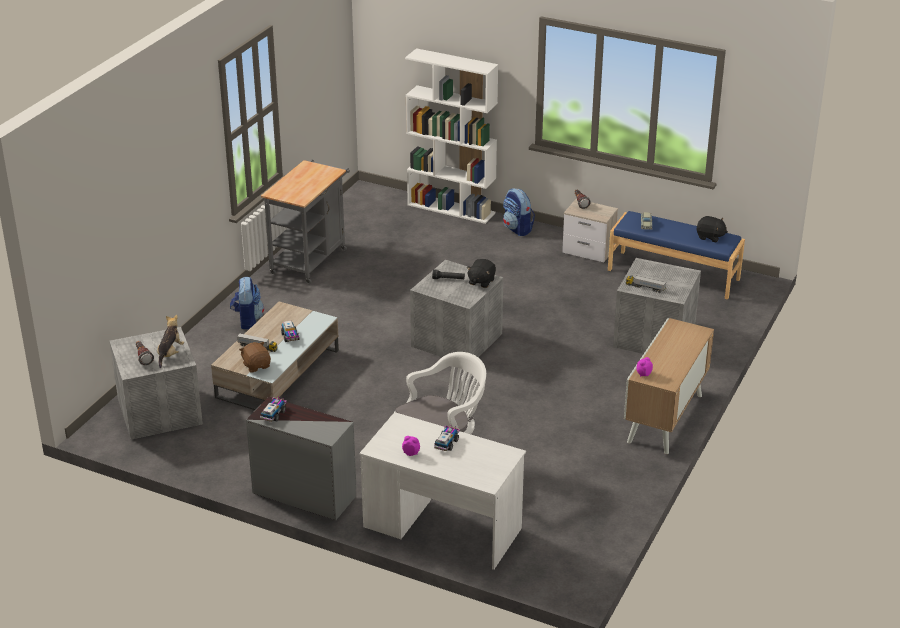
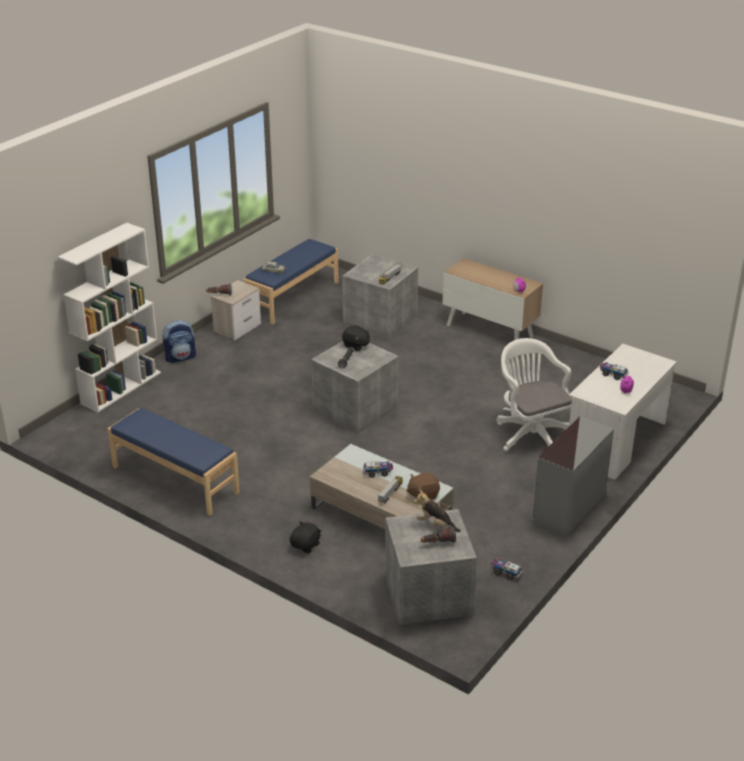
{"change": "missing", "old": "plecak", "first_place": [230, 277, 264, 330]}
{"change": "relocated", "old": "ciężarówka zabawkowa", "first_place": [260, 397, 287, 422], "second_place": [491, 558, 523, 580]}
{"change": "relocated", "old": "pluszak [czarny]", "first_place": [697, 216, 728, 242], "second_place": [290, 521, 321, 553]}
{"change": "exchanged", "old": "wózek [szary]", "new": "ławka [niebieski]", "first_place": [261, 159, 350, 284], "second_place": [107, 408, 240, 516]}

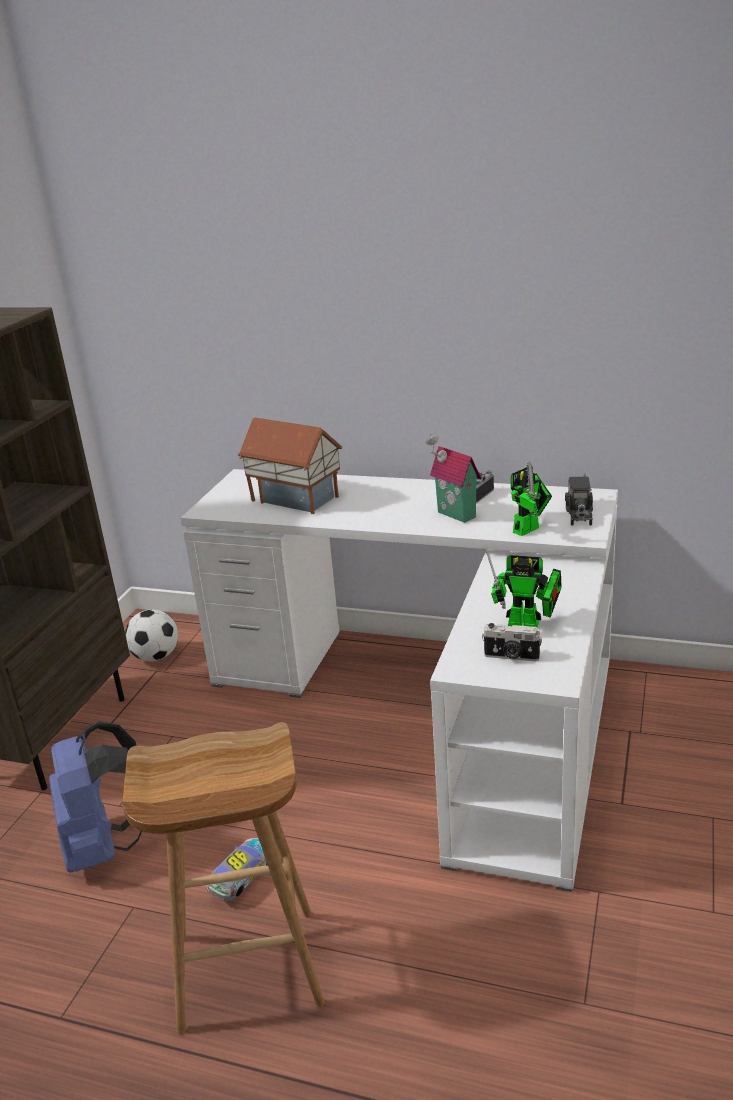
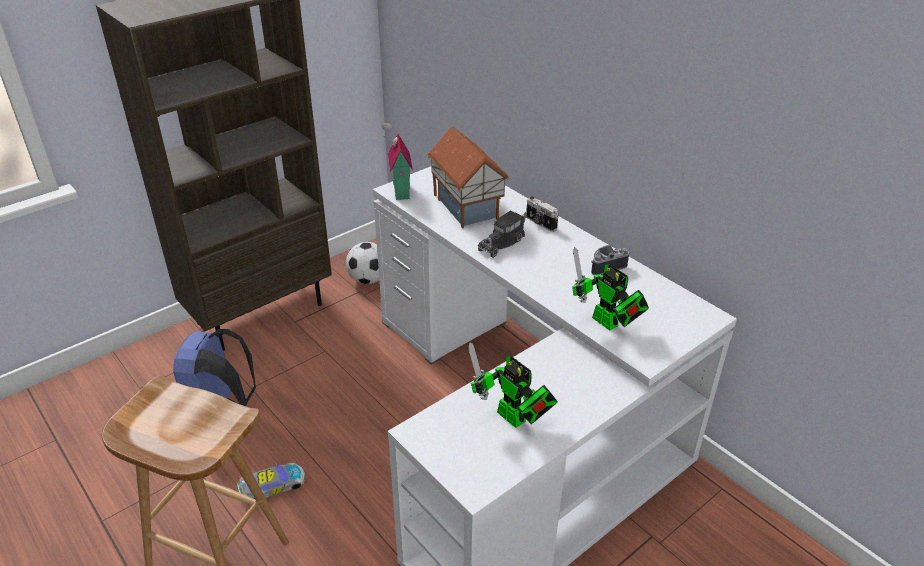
{"change": "relocated", "old": "domek", "first_place": [426, 434, 481, 523], "second_place": [382, 122, 413, 200]}
{"change": "relocated", "old": "aparat fotograficzny", "first_place": [482, 623, 542, 661], "second_place": [526, 196, 559, 232]}
{"change": "relocated", "old": "ciężarówka zabawkowa", "first_place": [565, 473, 593, 526], "second_place": [478, 211, 527, 258]}
{"change": "spun", "old": "robot zabawkowy", "first_place": [511, 462, 552, 536], "second_place": [572, 247, 649, 331], "degrees": 60}

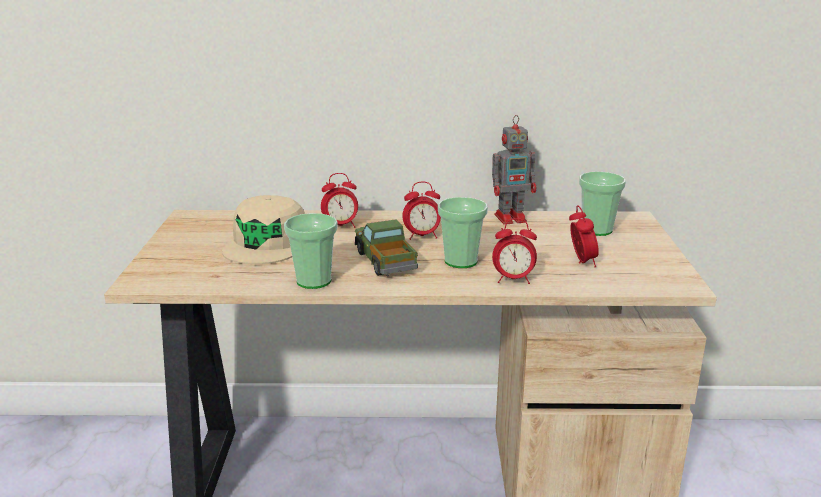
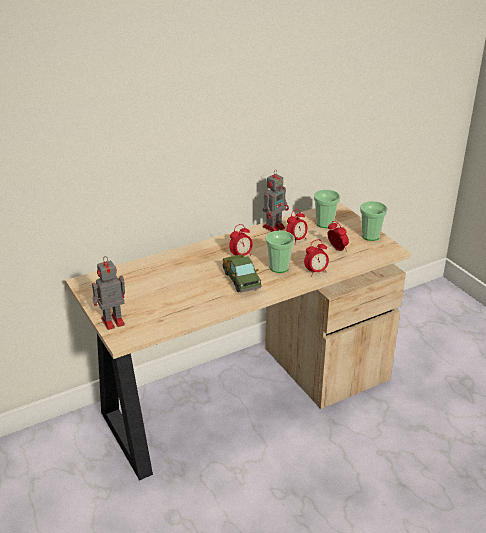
{"change": "missing", "old": "czapka z daszkiem [beżowy]", "first_place": [222, 195, 305, 264]}
{"change": "appeared", "new": "robot zabawkowy", "second_place": [92, 256, 125, 330]}
{"change": "relocated", "old": "filiżanka", "first_place": [284, 213, 338, 289], "second_place": [360, 201, 388, 241]}
{"change": "relocated", "old": "budzik", "first_place": [321, 173, 358, 228], "second_place": [287, 209, 308, 243]}
{"change": "spun", "old": "ciężarówka zabawkowa", "first_place": [355, 219, 418, 277], "second_place": [222, 254, 261, 293], "degrees": -150}

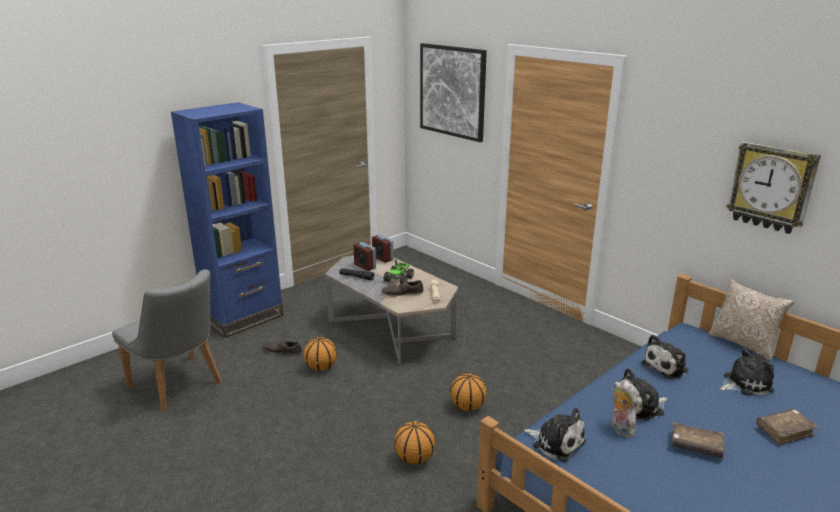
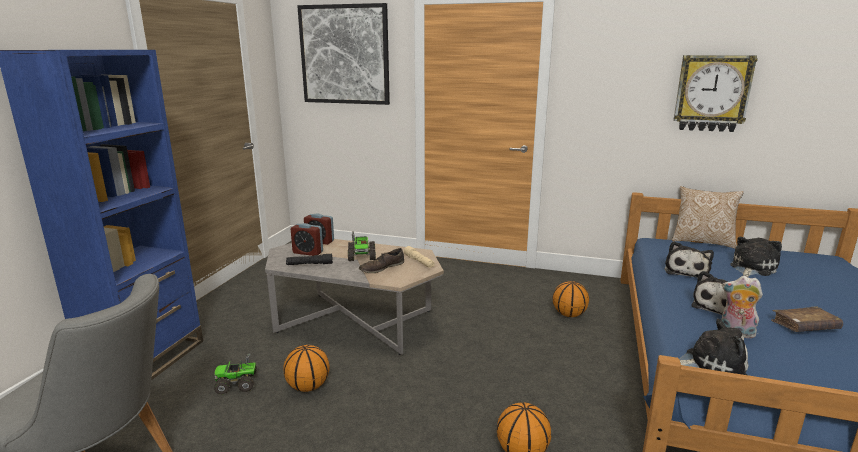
{"change": "missing", "old": "książka [brązowy]", "first_place": [757, 409, 818, 446]}
{"change": "relocated", "old": "piłka do koszykówki", "first_place": [450, 373, 486, 411], "second_place": [553, 281, 589, 317]}
{"change": "exchanged", "old": "but [brązowy]", "new": "ciężarówka zabawkowa", "first_place": [263, 340, 302, 355], "second_place": [214, 353, 257, 394]}

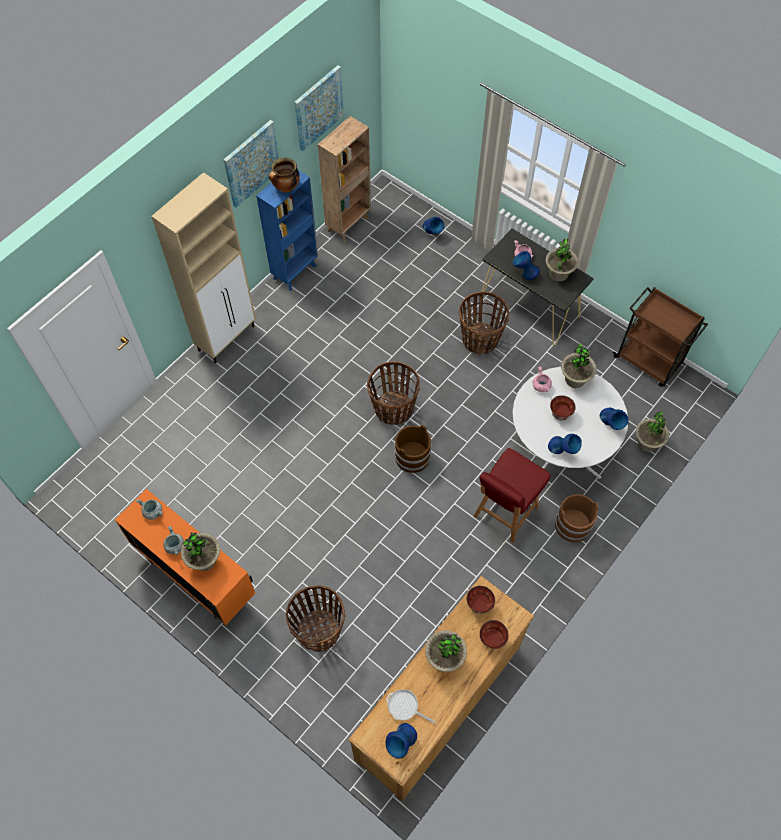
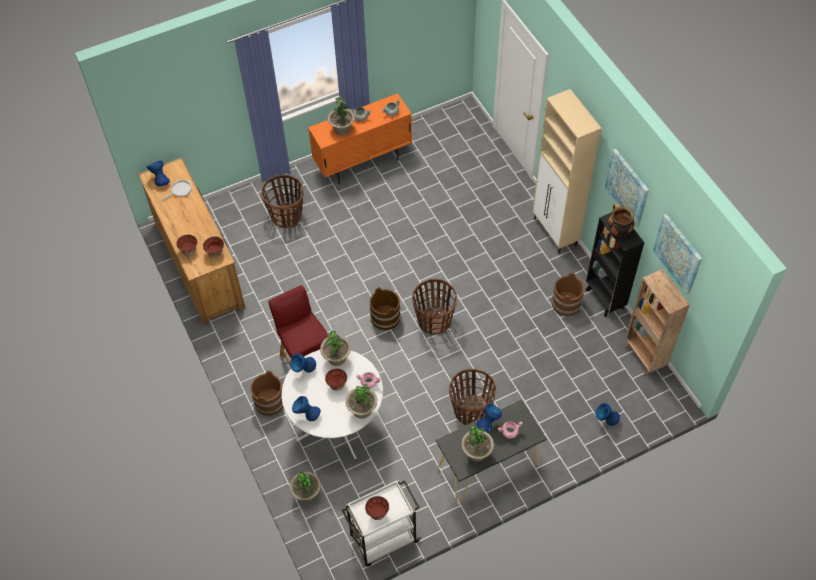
{"change": "appeared", "new": "miska", "second_place": [365, 496, 389, 520]}
{"change": "appeared", "new": "wiadro [brązowy]", "second_place": [552, 272, 584, 316]}
{"change": "relocated", "old": "roślina doniczkowa", "first_place": [425, 630, 467, 672], "second_place": [320, 330, 351, 366]}
{"change": "colour", "old": "regał [niebieski]", "new": "regał [czarny]", "first_place": [256, 170, 318, 291], "second_place": [585, 212, 644, 317]}
{"change": "colour", "old": "wózek [brązowy]", "new": "wózek [biały]", "first_place": [613, 287, 708, 387], "second_place": [342, 480, 421, 566]}

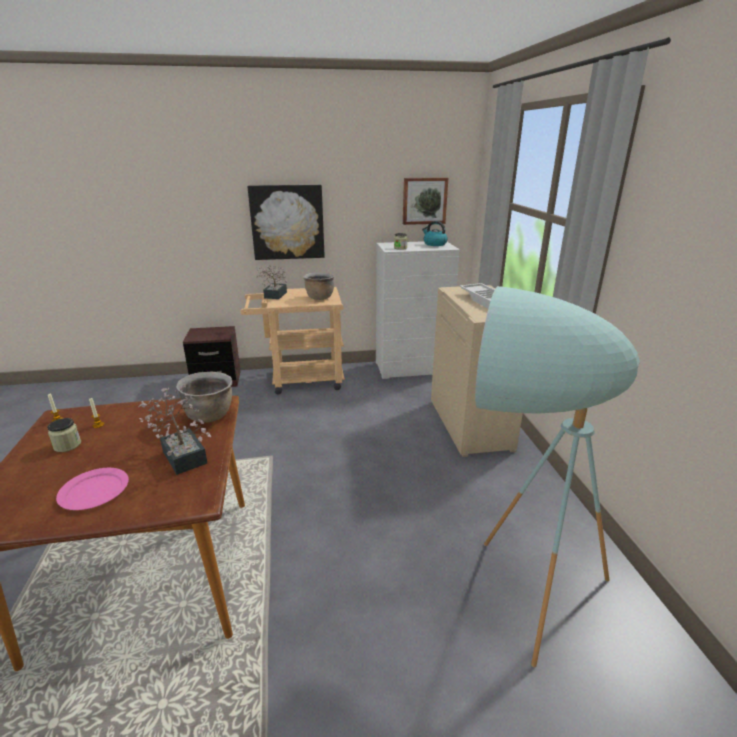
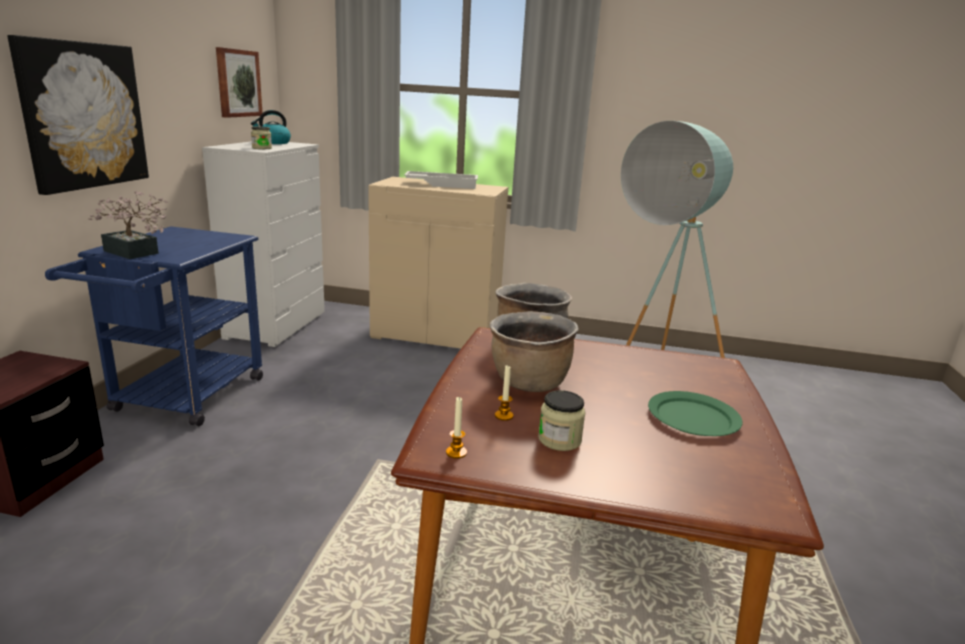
{"change": "missing", "old": "roślina doniczkowa", "first_place": [139, 385, 211, 475]}
{"change": "relocated", "old": "garnek [brązowy]", "first_place": [303, 273, 334, 300], "second_place": [490, 311, 578, 392]}
{"change": "colour", "old": "talerz [różowy]", "new": "talerz [zielony]", "first_place": [56, 468, 129, 510], "second_place": [648, 391, 743, 436]}
{"change": "colour", "old": "wózek [beżowy]", "new": "wózek [niebieski]", "first_place": [240, 287, 345, 395], "second_place": [45, 226, 263, 426]}

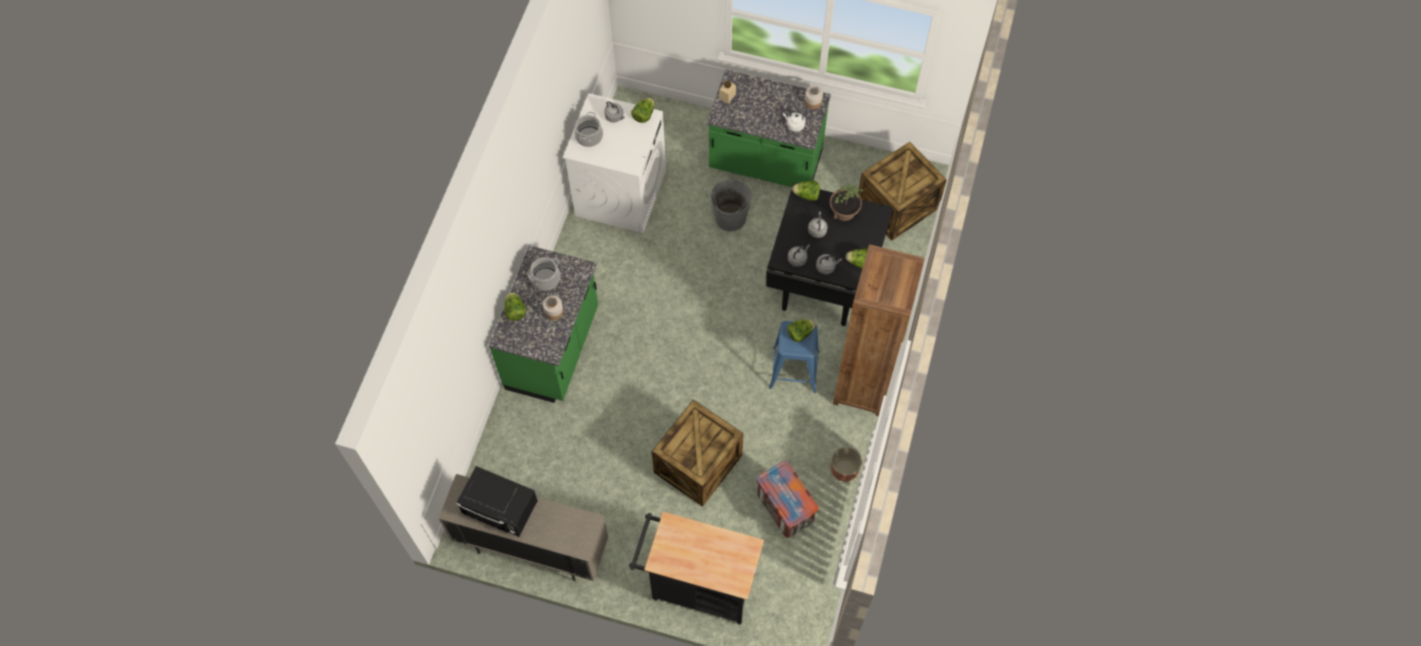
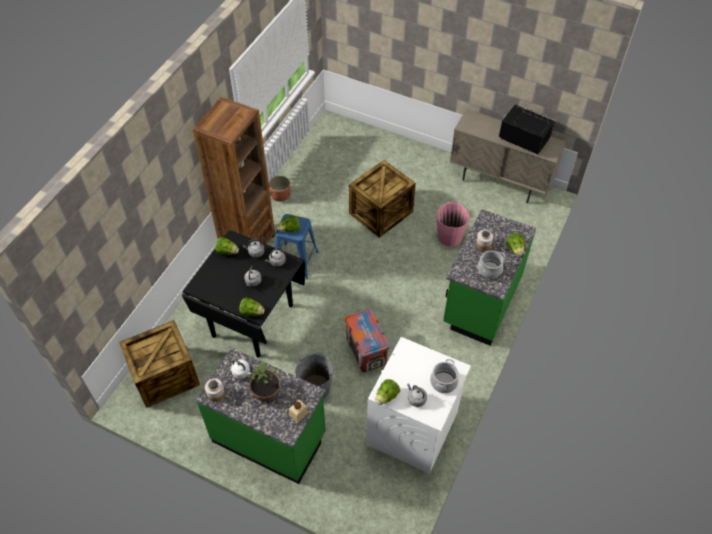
{"change": "missing", "old": "wózek [czarny]", "first_place": [629, 512, 764, 625]}
{"change": "appeared", "new": "wiadro [różowy]", "second_place": [437, 202, 470, 246]}
{"change": "relocated", "old": "skrzynka", "first_place": [756, 460, 819, 538], "second_place": [345, 309, 390, 373]}
{"change": "relocated", "old": "roślina doniczkowa", "first_place": [830, 184, 864, 221], "second_place": [247, 363, 281, 402]}

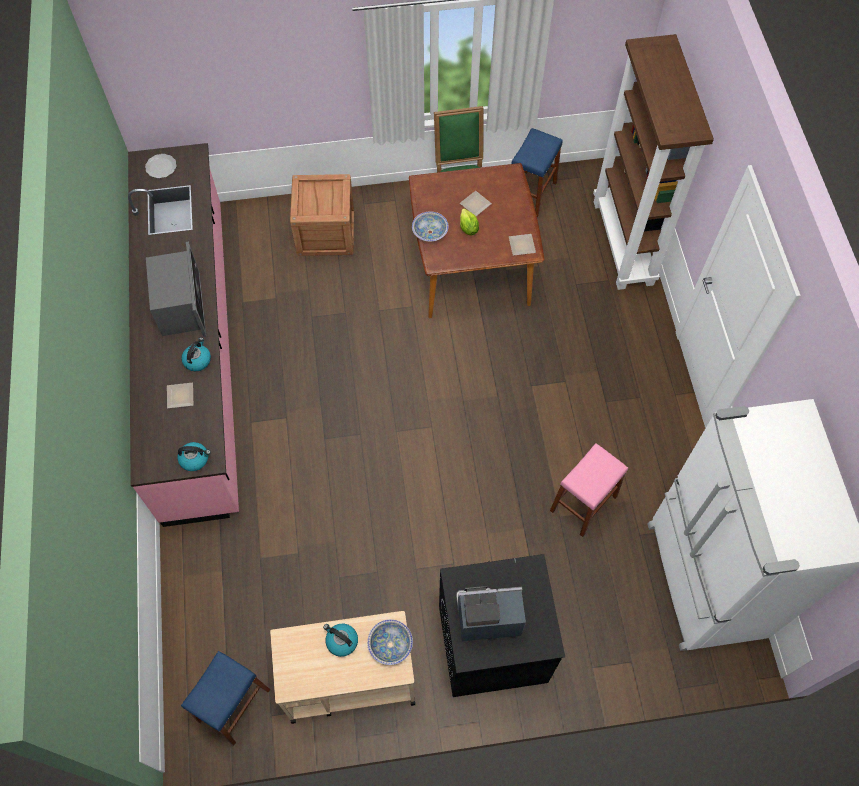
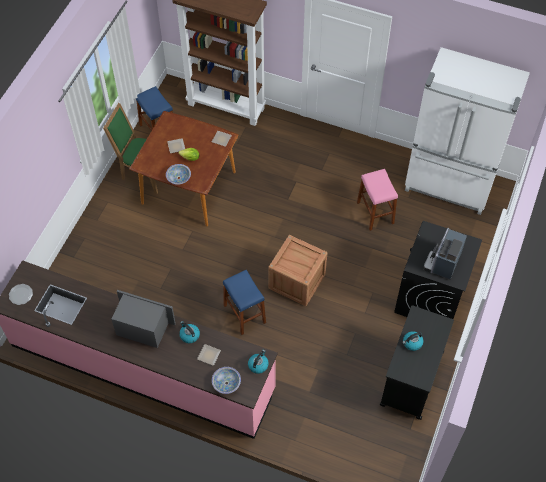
{"change": "relocated", "old": "stołek [niebieski]", "first_place": [181, 651, 270, 745], "second_place": [223, 270, 266, 335]}
{"change": "relocated", "old": "skrzynka", "first_place": [290, 174, 354, 256], "second_place": [268, 235, 328, 306]}
{"change": "relocated", "old": "miska", "first_place": [367, 619, 413, 665], "second_place": [212, 367, 241, 394]}
{"change": "colour", "old": "wózek [beżowy]", "new": "wózek [czarny]", "first_place": [270, 611, 415, 724], "second_place": [380, 305, 454, 420]}

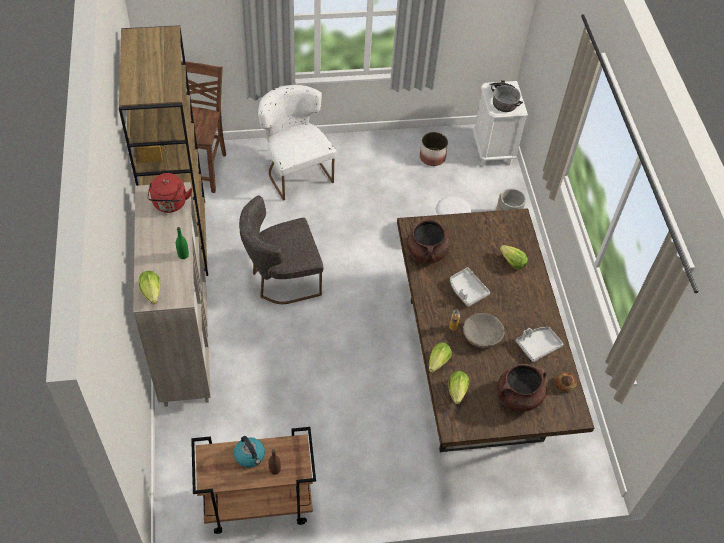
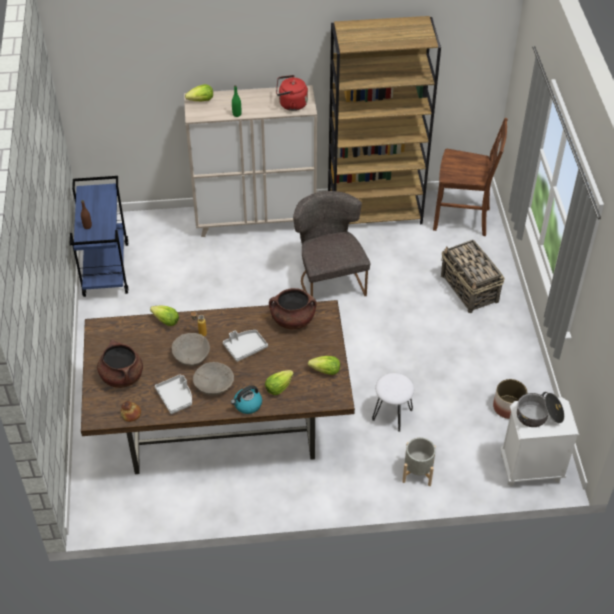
{"change": "appeared", "new": "miska [beżowy]", "second_place": [193, 362, 234, 396]}
{"change": "relocated", "old": "czajnik", "first_place": [234, 436, 265, 468], "second_place": [231, 385, 262, 414]}
{"change": "relocated", "old": "sałata", "first_place": [448, 371, 469, 405], "second_place": [308, 356, 340, 375]}
{"change": "exchanged", "old": "krzesło [biały]", "new": "koszyk", "first_place": [258, 85, 337, 201], "second_place": [441, 240, 504, 313]}
{"change": "colour", "old": "wózek [brązowy]", "new": "wózek [niebieski]", "first_place": [191, 427, 316, 534], "second_place": [70, 176, 129, 297]}

